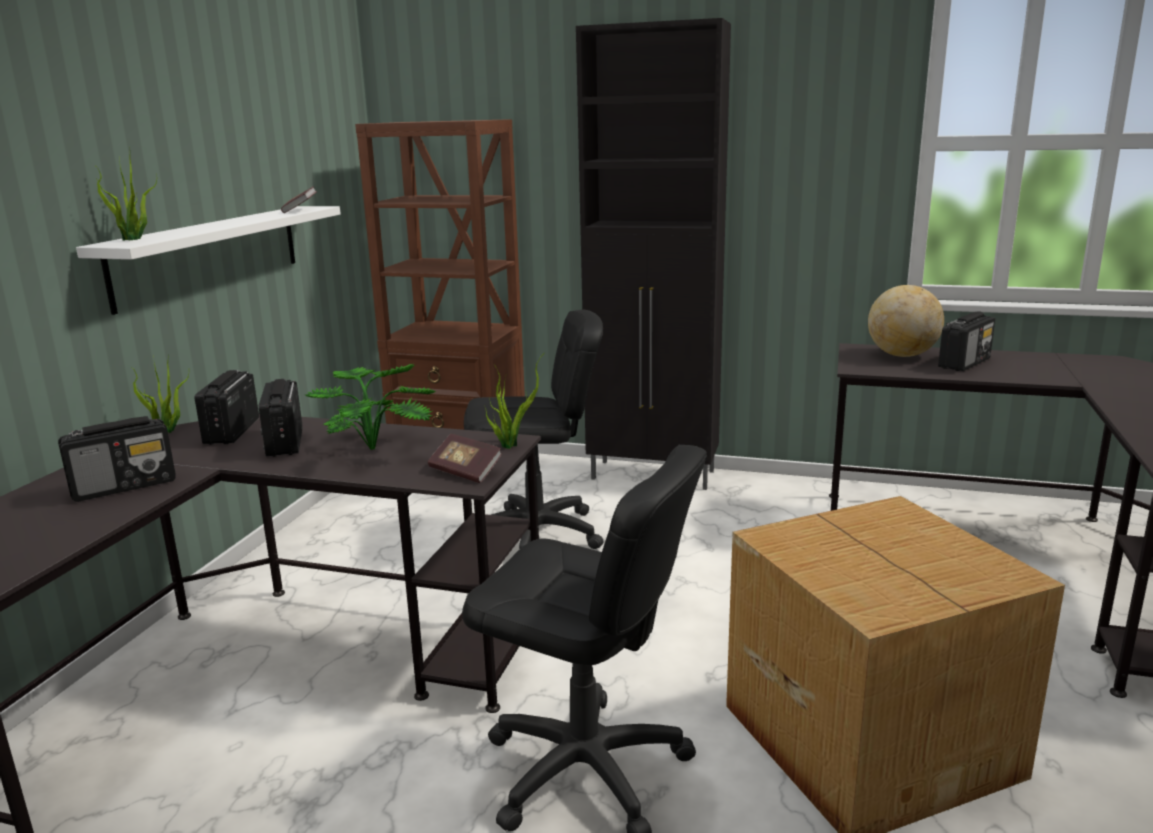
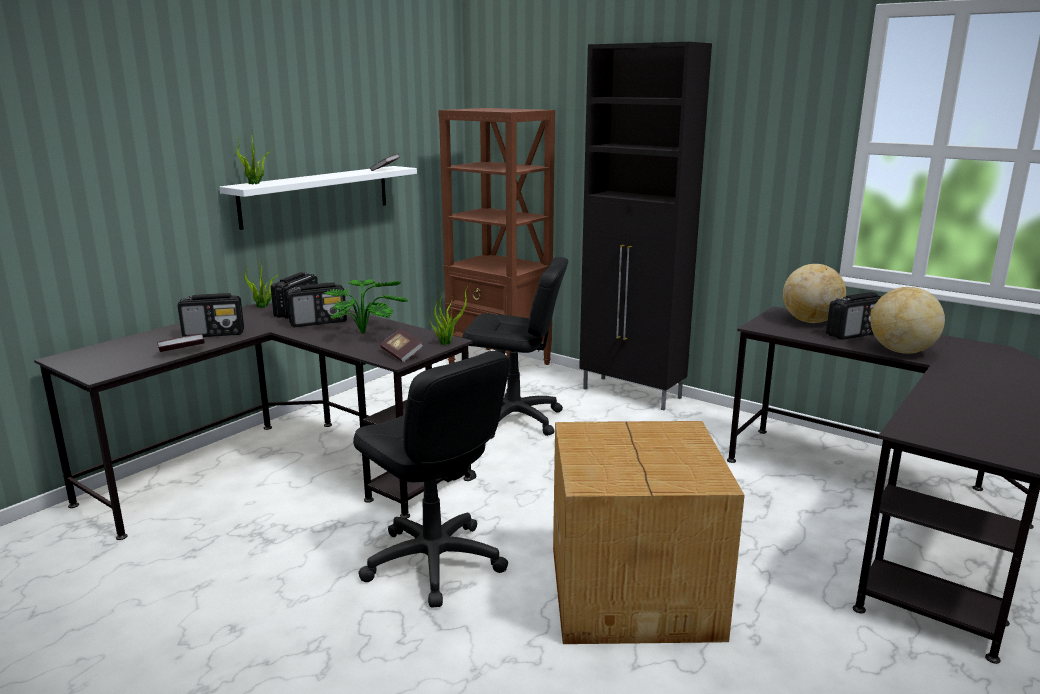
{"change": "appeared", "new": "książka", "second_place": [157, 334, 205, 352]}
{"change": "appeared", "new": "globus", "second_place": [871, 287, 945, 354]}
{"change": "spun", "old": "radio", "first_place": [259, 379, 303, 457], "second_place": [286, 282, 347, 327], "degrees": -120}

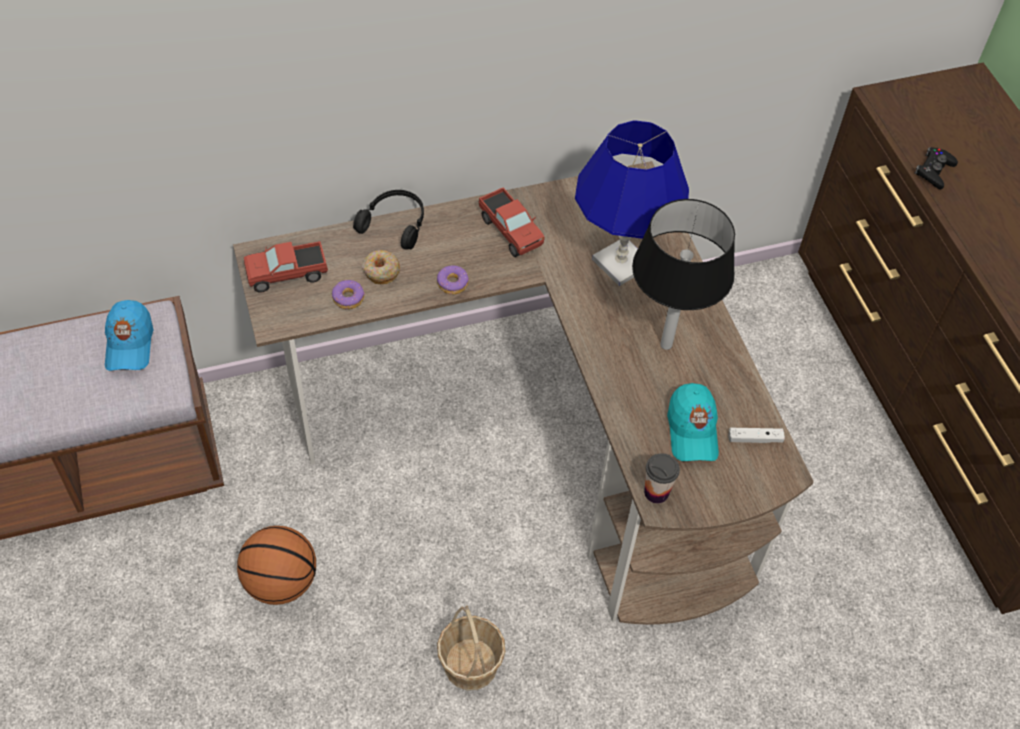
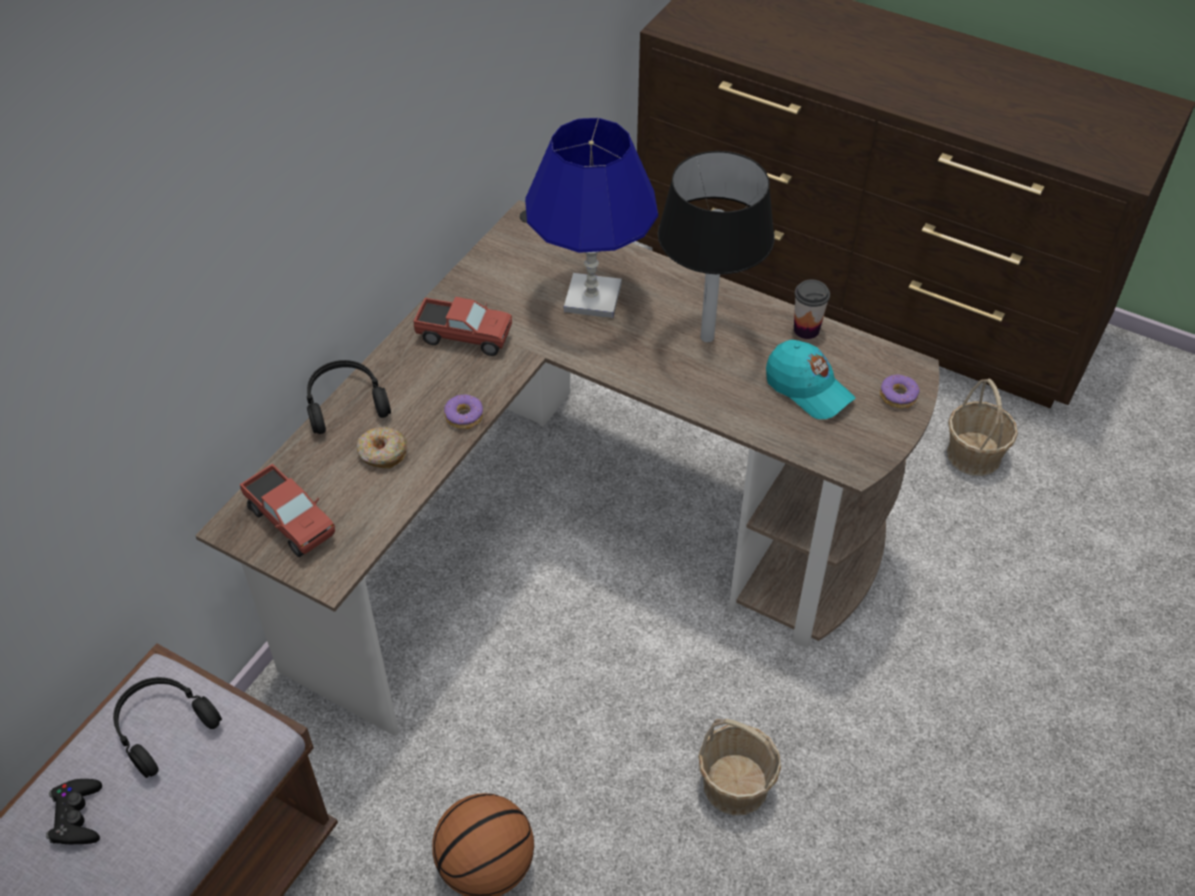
{"change": "missing", "old": "pad do gier [biały]", "first_place": [728, 428, 785, 443]}
{"change": "appeared", "new": "koszyk", "second_place": [947, 379, 1018, 476]}
{"change": "relocated", "old": "donut", "first_place": [332, 280, 364, 309], "second_place": [880, 374, 920, 408]}
{"change": "relocated", "old": "filiżanka", "first_place": [644, 453, 680, 503], "second_place": [794, 279, 830, 339]}
{"change": "relocated", "old": "pad do gier [czarny]", "first_place": [914, 147, 958, 190], "second_place": [46, 779, 102, 844]}
{"change": "exchanged", "old": "czapka z daszkiem [niebieski]", "new": "słuchawki [czarny]", "first_place": [105, 300, 154, 371], "second_place": [113, 677, 222, 778]}
{"change": "spun", "old": "ciężarówka zabawkowa", "first_place": [244, 241, 328, 293], "second_place": [240, 464, 335, 557], "degrees": -75}

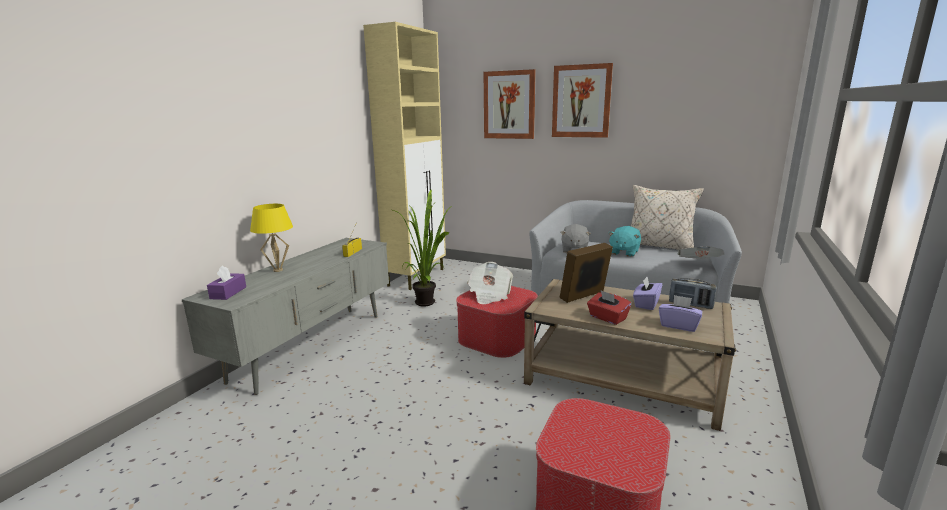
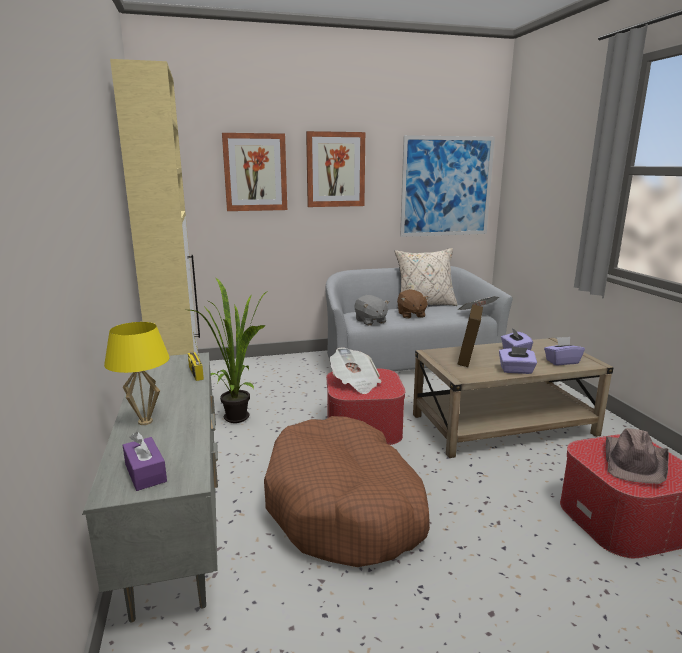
{"change": "missing", "old": "radio", "first_place": [669, 278, 717, 309]}
{"change": "appeared", "new": "legowisko [brązowy]", "second_place": [264, 416, 430, 567]}
{"change": "appeared", "new": "obraz", "second_place": [400, 135, 495, 237]}
{"change": "appeared", "new": "kapelusz [brązowy]", "second_place": [606, 428, 669, 484]}
{"change": "colour", "old": "pudełko chusteczek [czerwony]", "new": "pudełko chusteczek [fioletowy]", "first_place": [587, 291, 631, 325], "second_place": [499, 347, 537, 374]}
{"change": "colour", "old": "pluszak [turkusowy]", "new": "pluszak [brązowy]", "first_place": [608, 226, 641, 257], "second_place": [397, 289, 429, 319]}

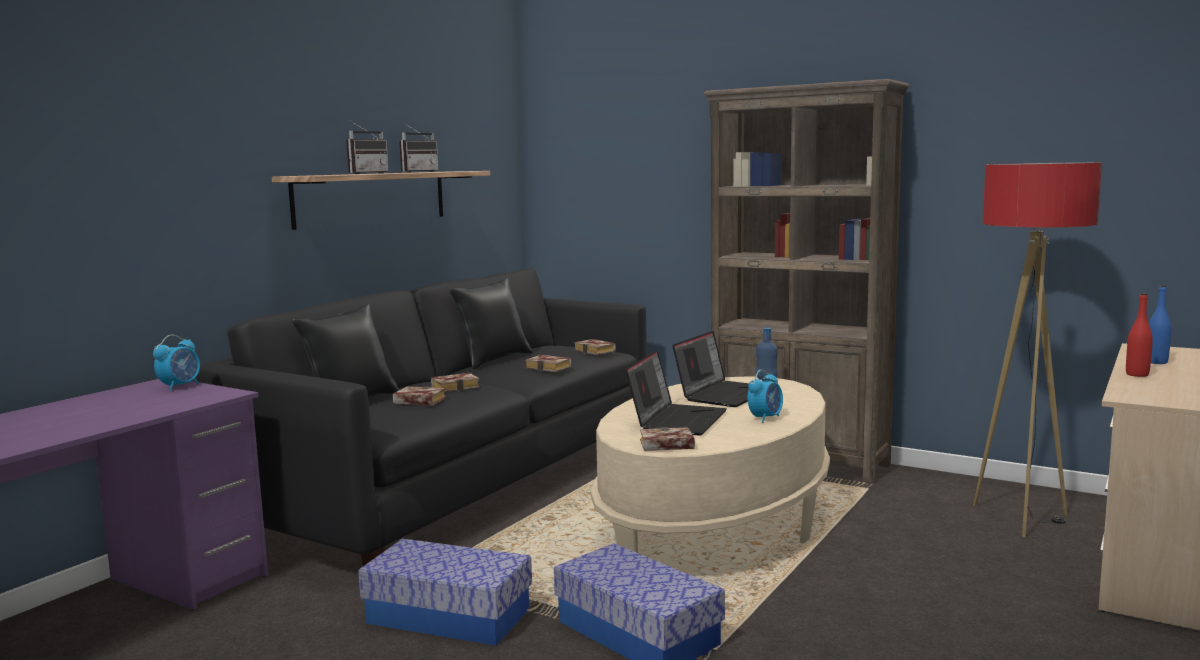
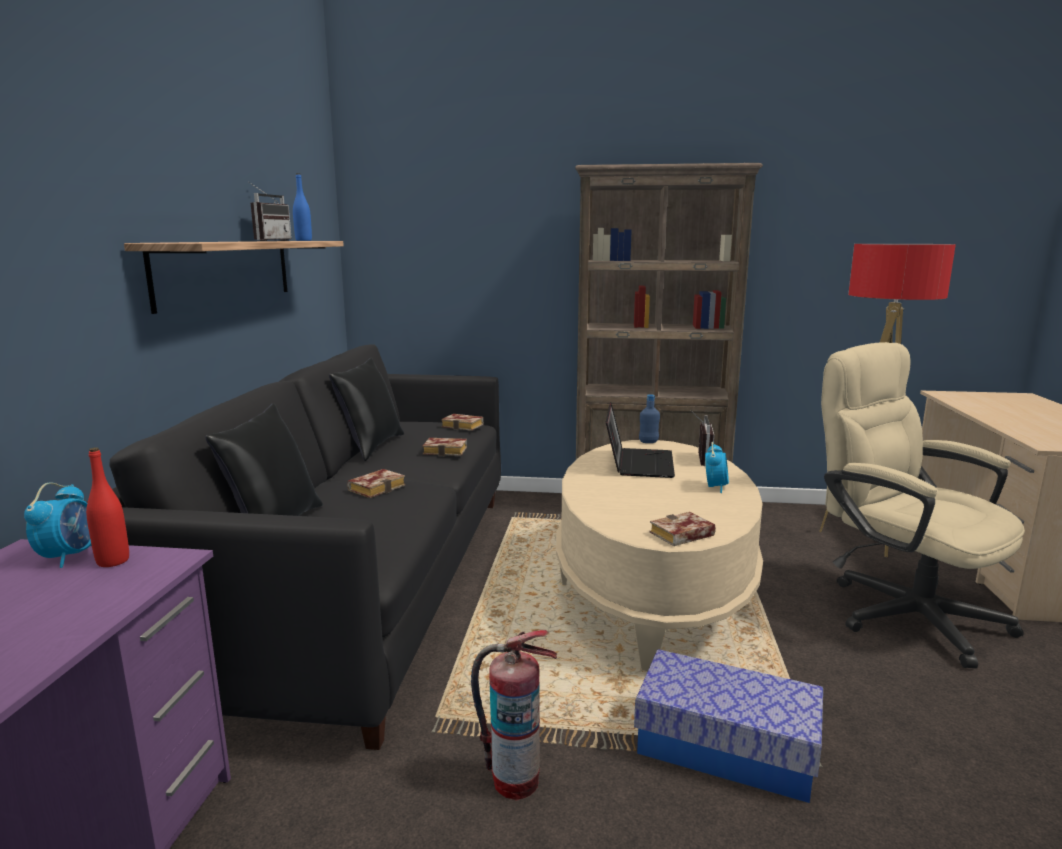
{"change": "missing", "old": "książka", "first_place": [393, 386, 446, 406]}
{"change": "missing", "old": "laptop", "first_place": [625, 350, 727, 436]}
{"change": "appeared", "new": "krzesło biurowe [beżowy]", "second_place": [821, 342, 1025, 668]}
{"change": "relocated", "old": "radio", "first_place": [346, 121, 388, 174], "second_place": [690, 410, 714, 466]}
{"change": "relocated", "old": "butelka [czerwony]", "first_place": [1126, 293, 1153, 377], "second_place": [86, 447, 129, 567]}
{"change": "relocated", "old": "butelka [niebieski]", "first_place": [1149, 285, 1171, 364], "second_place": [293, 173, 312, 241]}
{"change": "exchanged", "old": "pojemnik do przechowywania", "new": "gaśnica", "first_place": [358, 538, 532, 646], "second_place": [471, 630, 557, 801]}

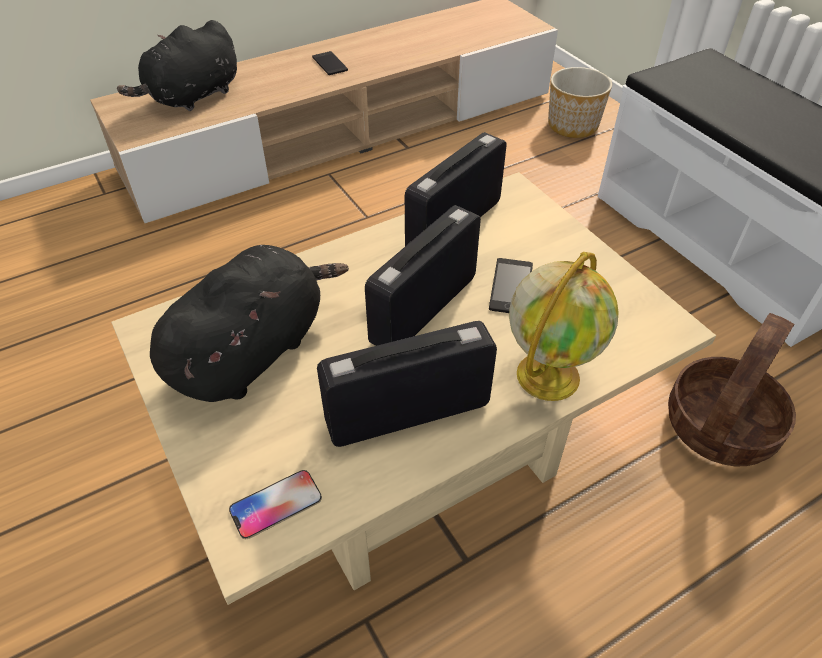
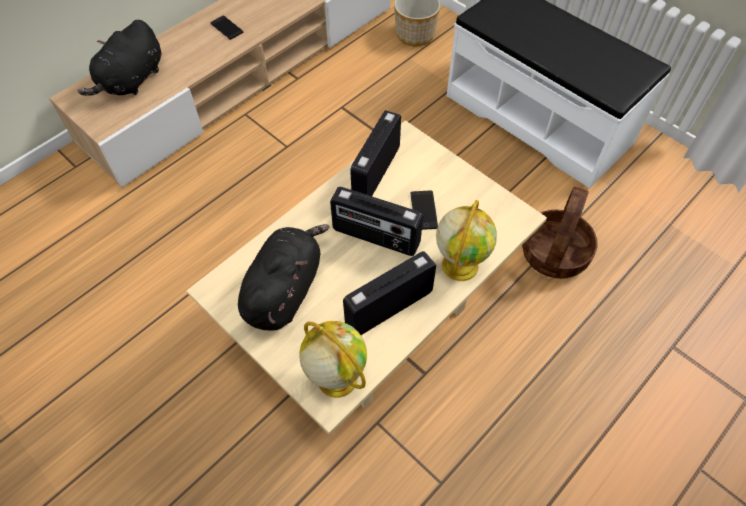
{"change": "exchanged", "old": "telefon", "new": "globus", "first_place": [229, 470, 322, 539], "second_place": [299, 321, 367, 398]}
{"change": "spun", "old": "radio", "first_place": [365, 205, 481, 346], "second_place": [330, 187, 423, 256], "degrees": -90}

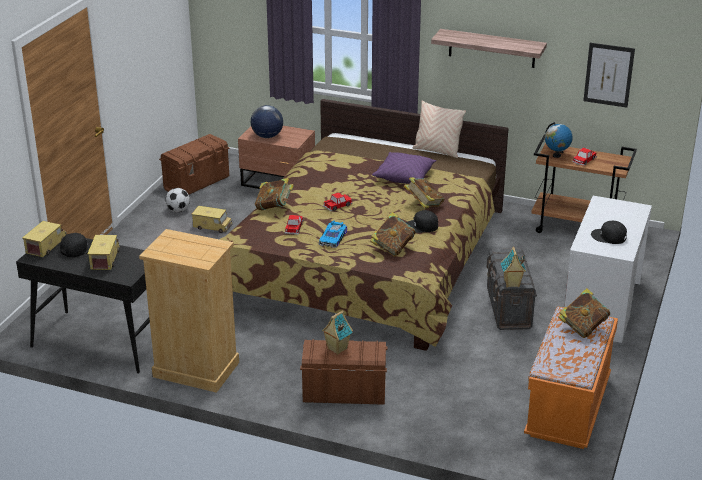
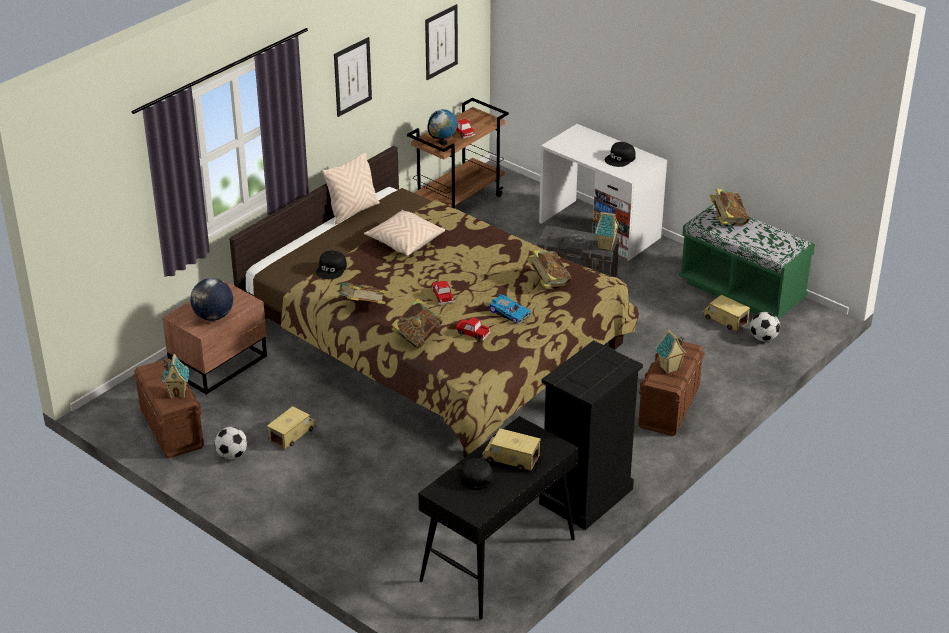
{"change": "appeared", "new": "domek", "second_place": [162, 354, 189, 399]}
{"change": "appeared", "new": "piłka futbolowa", "second_place": [750, 312, 780, 341]}
{"change": "relocated", "old": "ciężarówka zabawkowa", "first_place": [22, 221, 67, 257], "second_place": [702, 295, 751, 331]}
{"change": "relocated", "old": "książka", "first_place": [404, 177, 444, 208], "second_place": [337, 282, 388, 304]}
{"change": "relocated", "old": "czapka z daszkiem [czarny]", "first_place": [406, 210, 438, 233], "second_place": [316, 251, 347, 279]}
{"change": "exchanged", "old": "półka", "new": "obraz", "first_place": [431, 29, 547, 68], "second_place": [334, 37, 372, 117]}
{"change": "colour", "old": "komoda [beżowy]", "new": "komoda [czarny]", "first_place": [139, 229, 239, 393], "second_place": [539, 340, 643, 530]}
{"change": "colour", "old": "poduszka [fioletowy]", "new": "poduszka [beżowy]", "first_place": [372, 152, 436, 184], "second_place": [364, 210, 445, 256]}
{"change": "colour", "old": "ławka [pomarańczowy]", "new": "ławka [zielony]", "first_place": [524, 307, 618, 449], "second_place": [679, 204, 815, 319]}

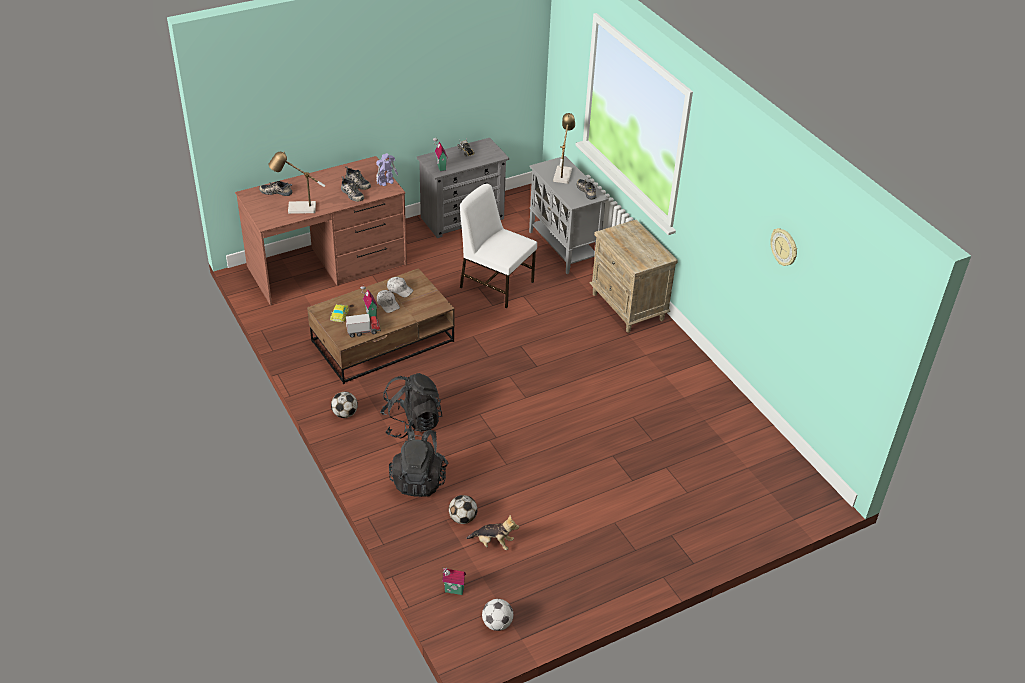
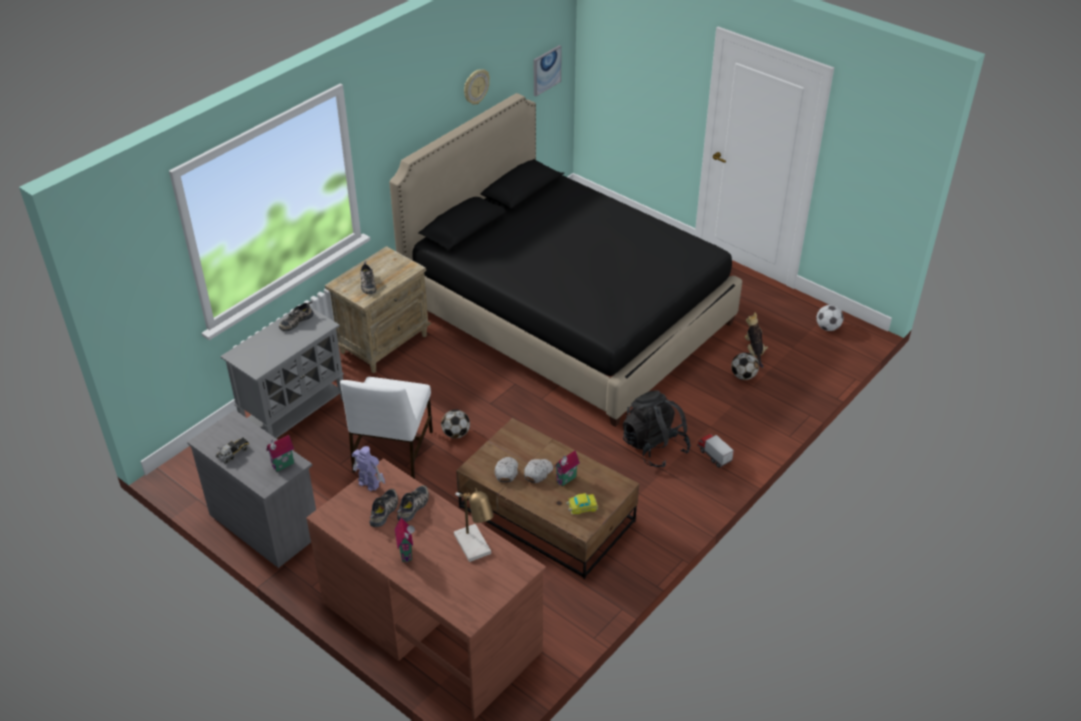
{"change": "missing", "old": "plecak [czarny]", "first_place": [389, 428, 448, 497]}
{"change": "missing", "old": "lampa stołowa", "first_place": [553, 113, 575, 184]}
{"change": "appeared", "new": "łóżko [czarny]", "second_place": [389, 93, 742, 427]}
{"change": "appeared", "new": "obraz", "second_place": [534, 45, 562, 97]}
{"change": "relocated", "old": "but", "first_place": [259, 181, 292, 196], "second_place": [360, 261, 376, 294]}
{"change": "relocated", "old": "piłka futbolowa", "first_place": [331, 391, 358, 418], "second_place": [441, 409, 470, 439]}
{"change": "relocated", "old": "ciężarówka zabawkowa", "first_place": [346, 314, 381, 337], "second_place": [697, 434, 734, 468]}
{"change": "relocated", "old": "domek", "first_place": [442, 567, 466, 595], "second_place": [395, 518, 415, 562]}

